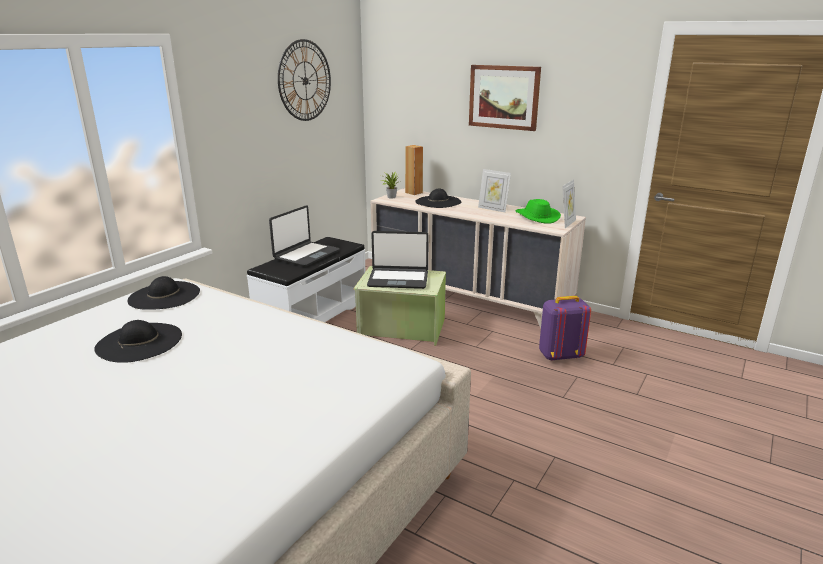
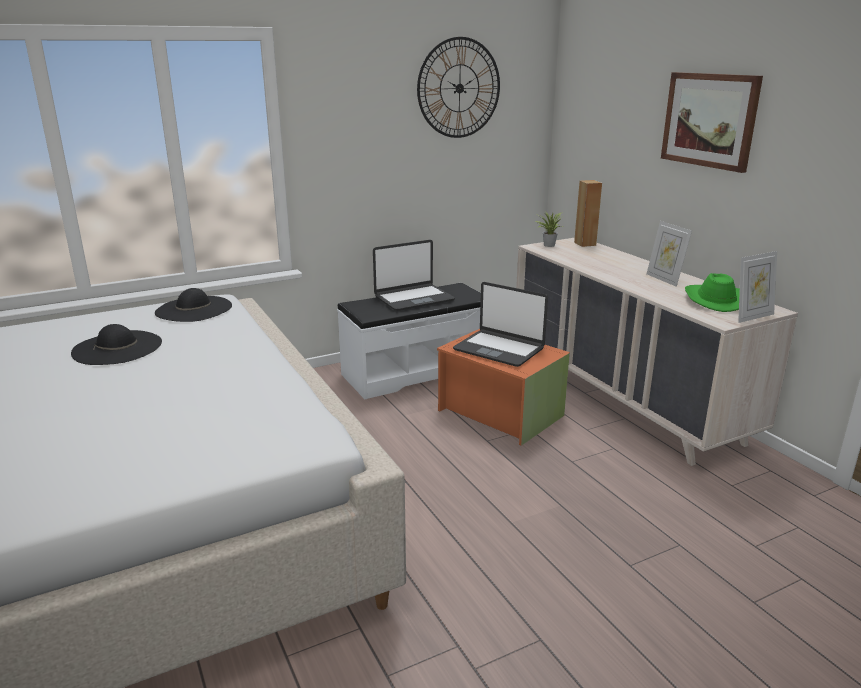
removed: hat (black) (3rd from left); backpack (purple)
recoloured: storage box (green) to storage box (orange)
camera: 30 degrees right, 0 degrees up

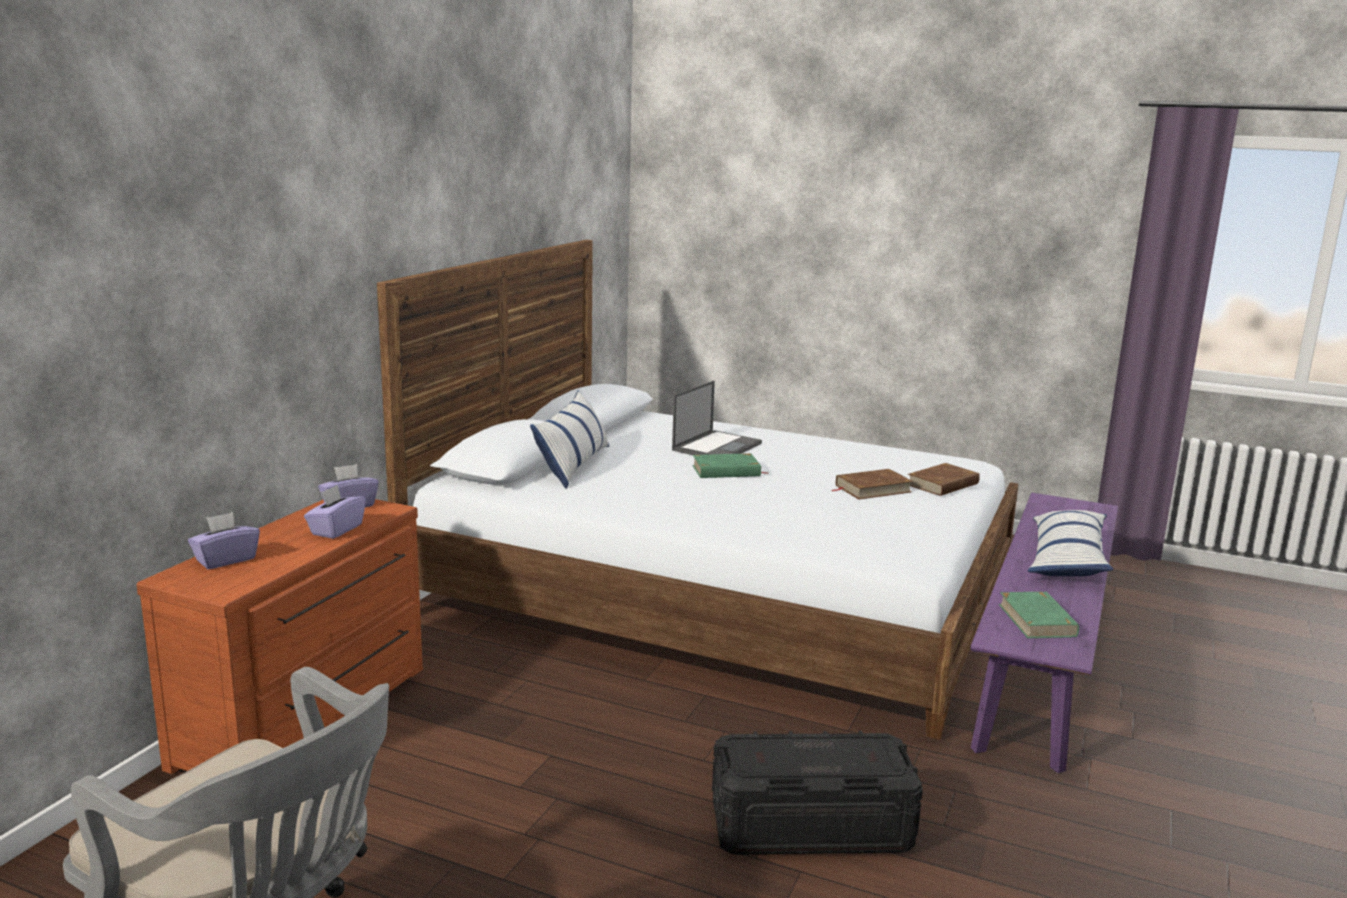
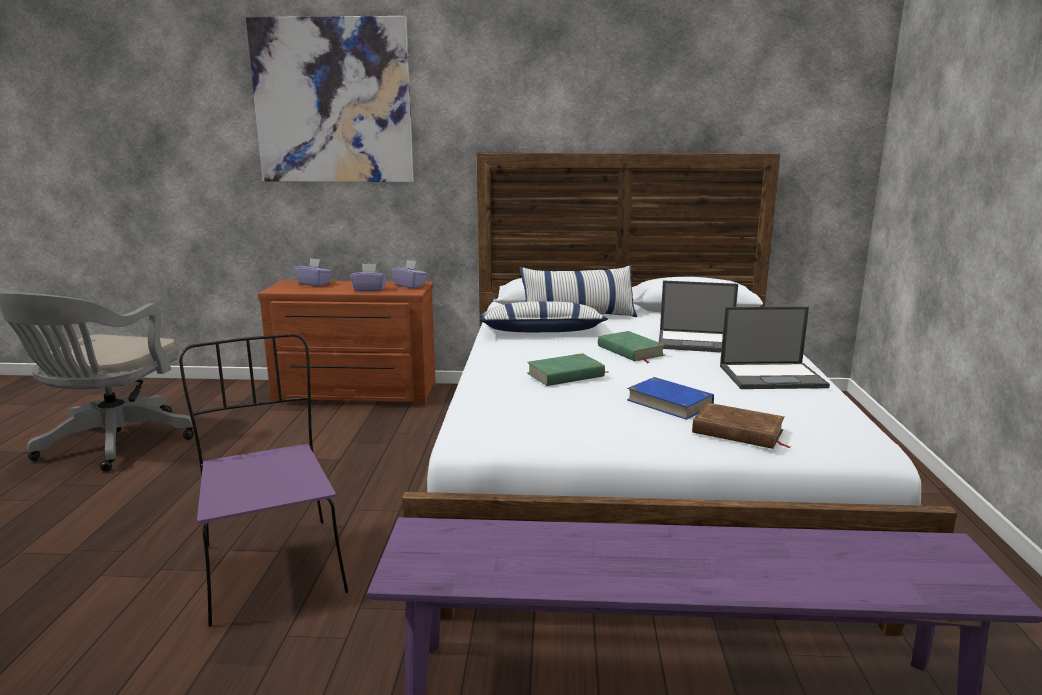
added: picture; laptop (2nd from left)
moved: pillow (2nd from left in the first image) to pillow (1st from left); book (green) (2nd from left in the first image) to book (green) (1st from left)
replaced: storage box (black) to chair (purple)
recoloured: book (brown) (1st from left) to book (blue)
camera: 70 degrees right, 0 degrees up

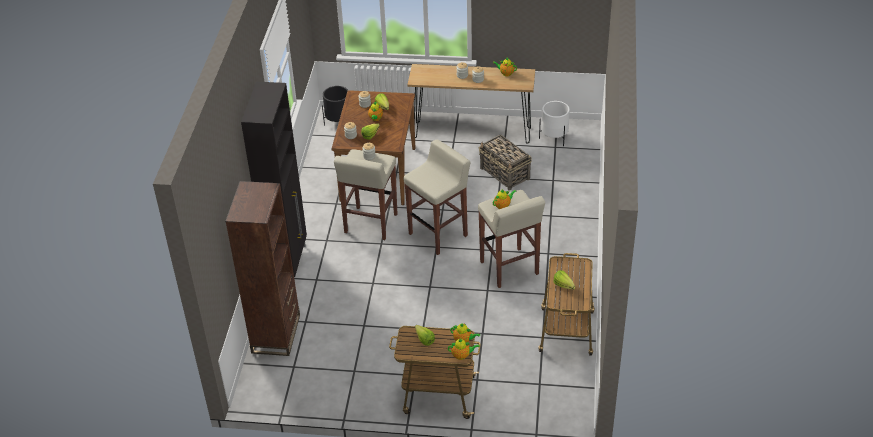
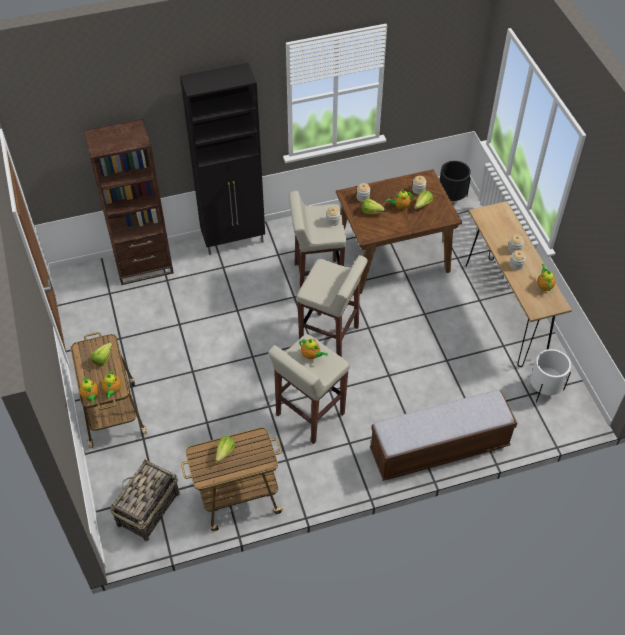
added: bench
moved: basket
camera: 65 degrees right, 10 degrees up

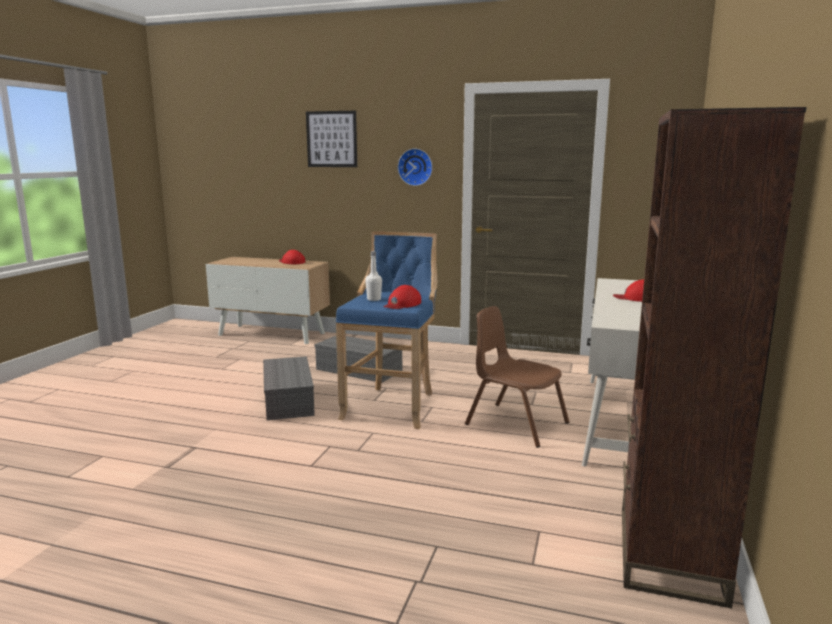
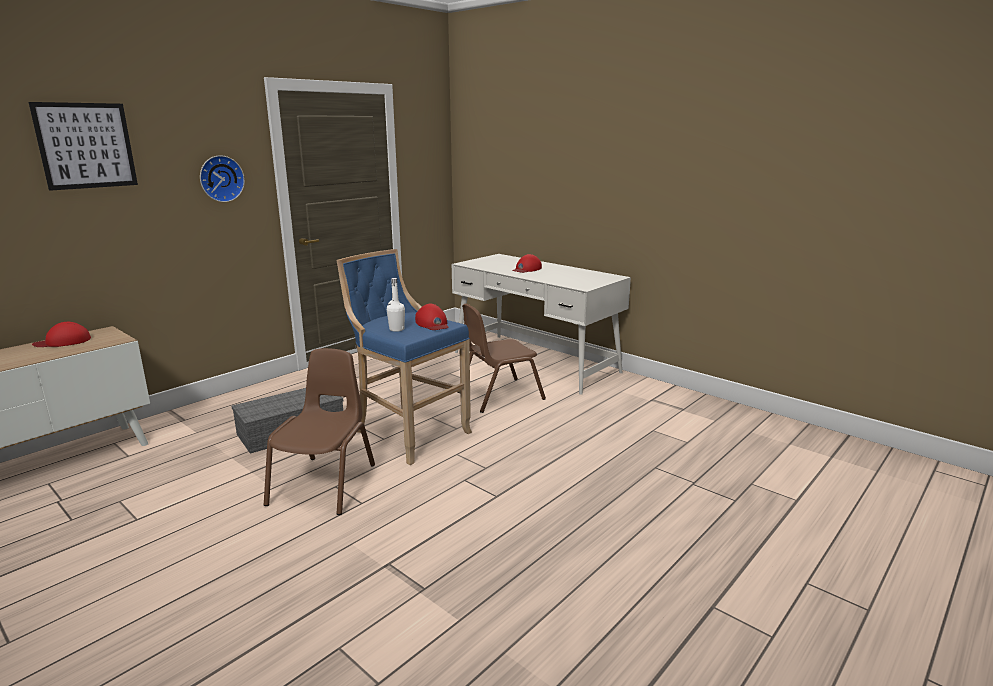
removed: bookcase (brown)
replaced: storage box (grey) (1st from left) to chair (brown) (1st from left)
camera: 65 degrees left, 5 degrees up

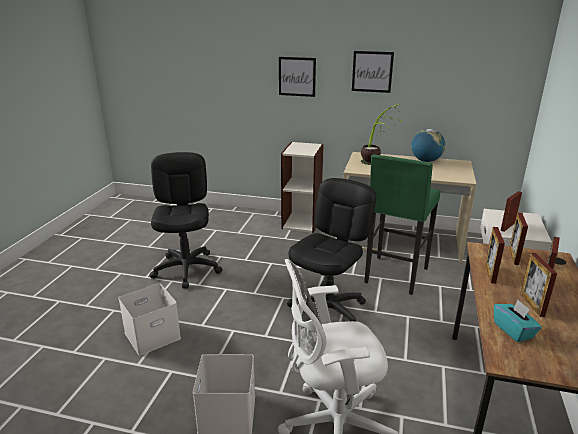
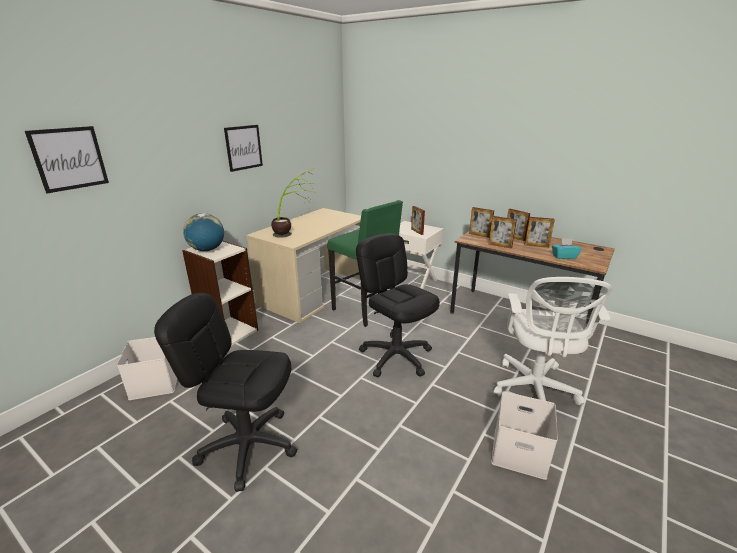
moved: picture (1st from left); storage box (white) (1st from left); globe
camera: 70 degrees left, 0 degrees up

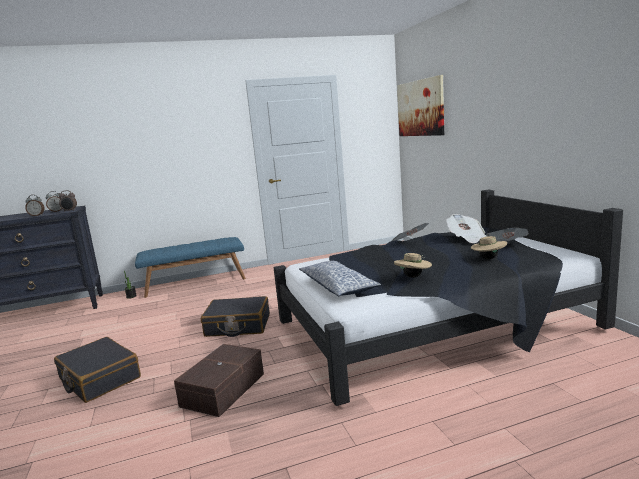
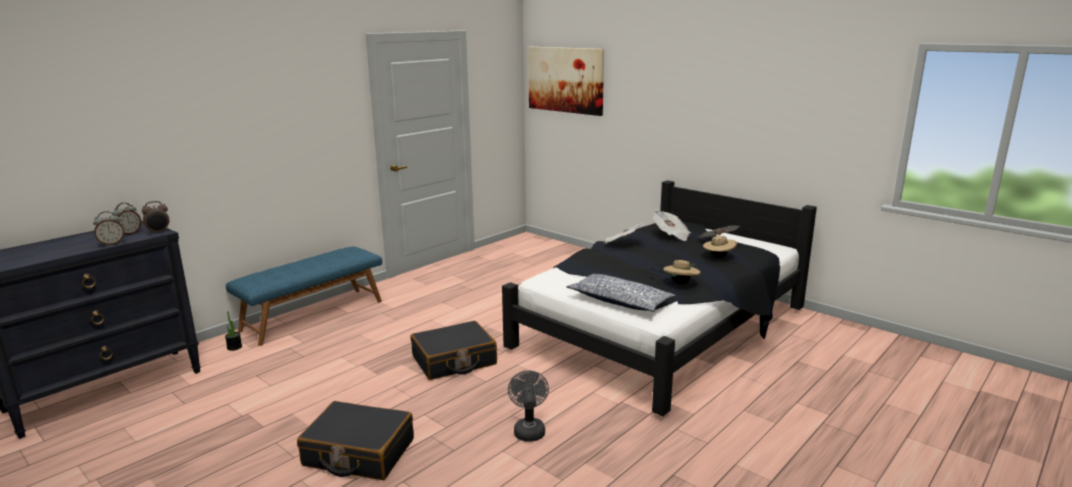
replaced: storage box (brown) to fan (grey)
camera: 30 degrees left, 5 degrees up

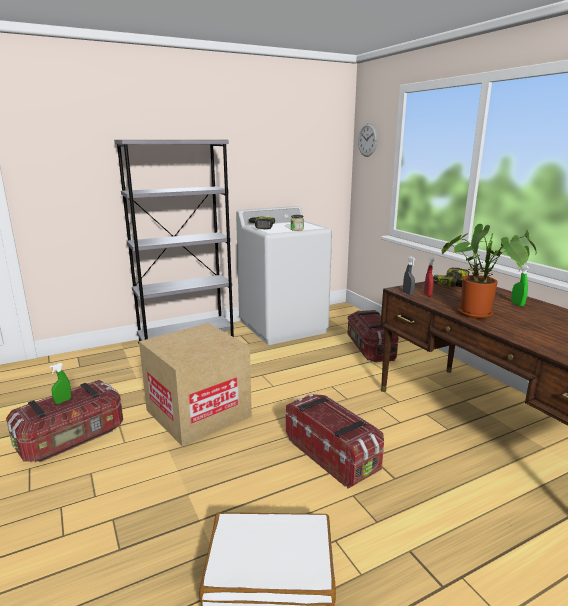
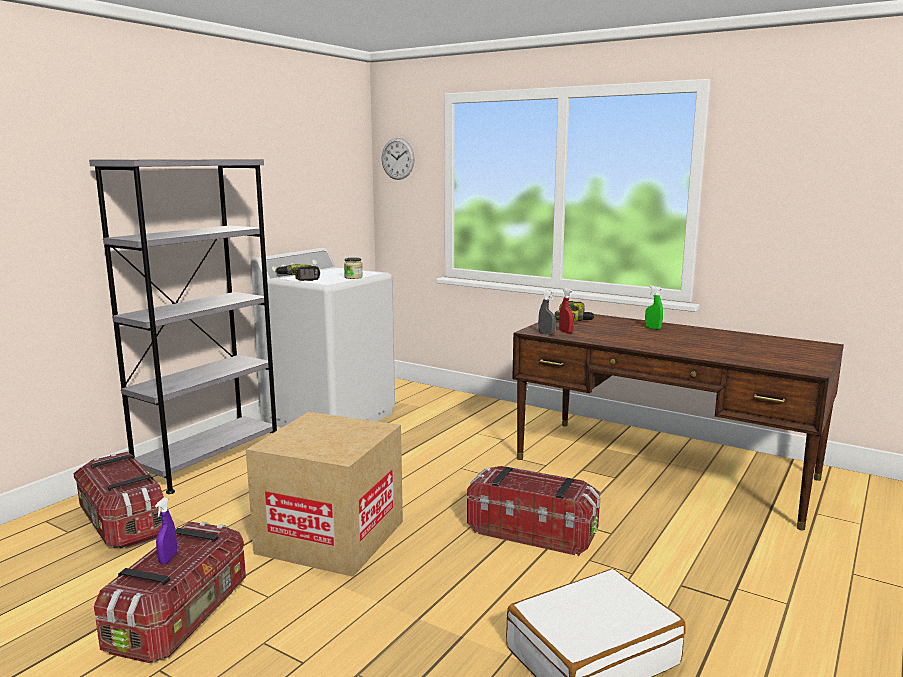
removed: potted plant
moved: storage box (3rd from left in the first image) to storage box (1st from left)
recoloured: spray bottle (green) (1st from left) to spray bottle (purple)
camera: 30 degrees left, 5 degrees down

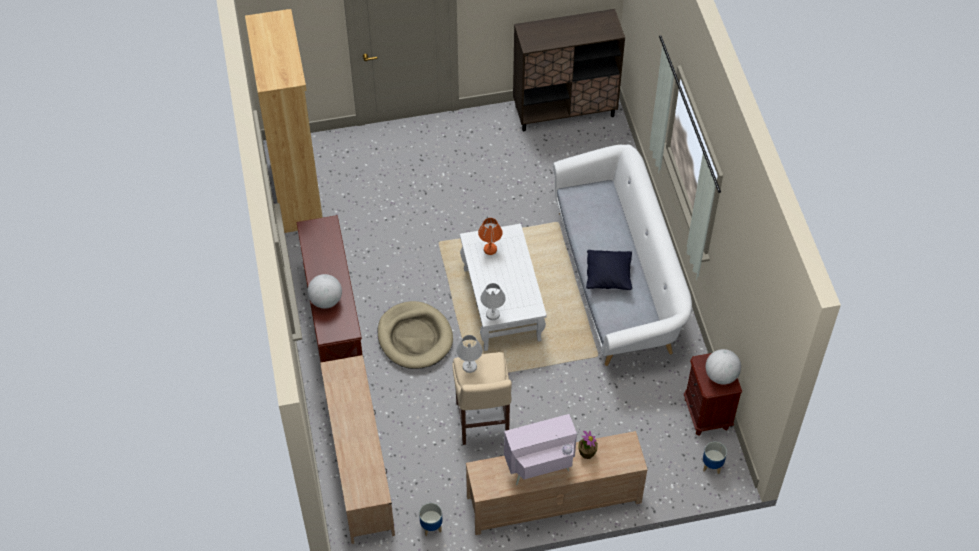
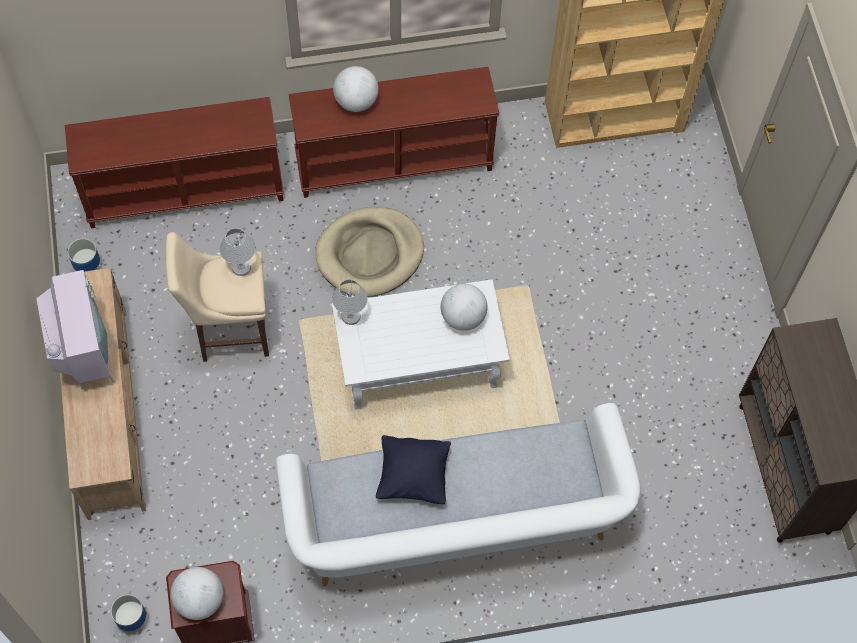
removed: potted plant
replaced: tv stand (beige) (1st from left) to console table (brown) (1st from left); table lamp (orange) to globe (3rd from left)
camera: 90 degrees right, 10 degrees up

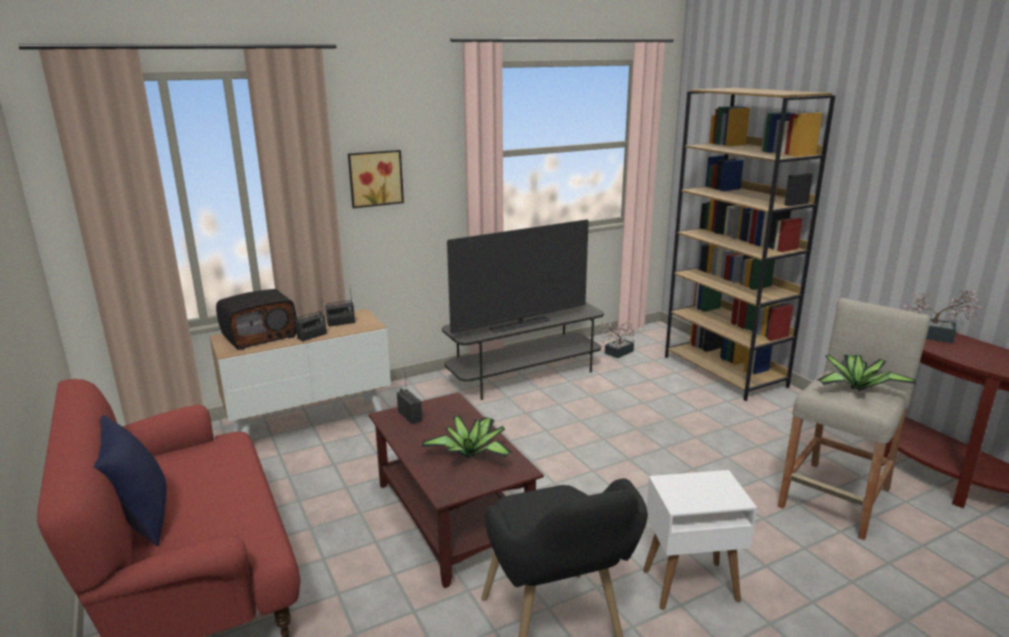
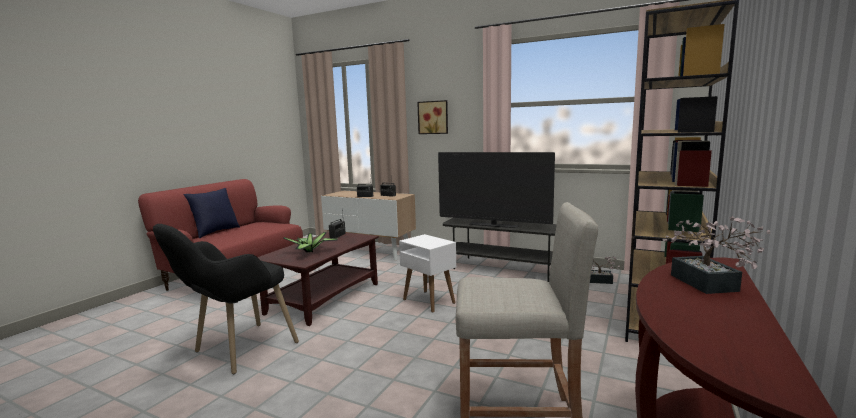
removed: radio (1st from left); potted plant (3rd from left)
moved: side table (white)
camera: 55 degrees right, 10 degrees down

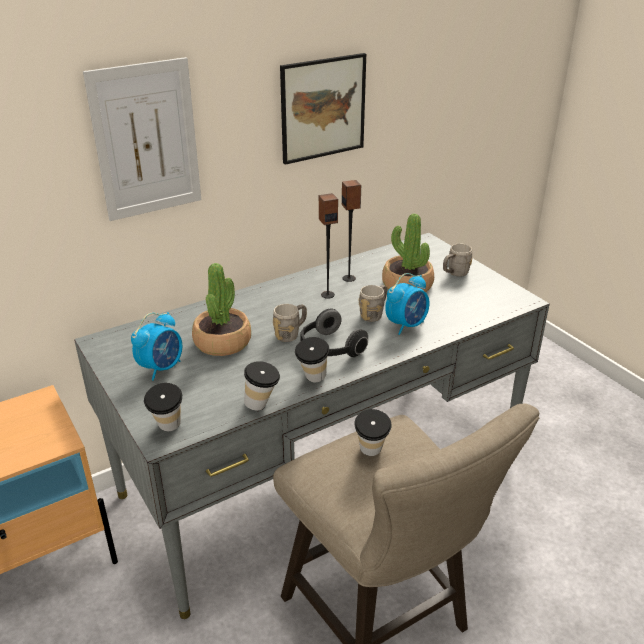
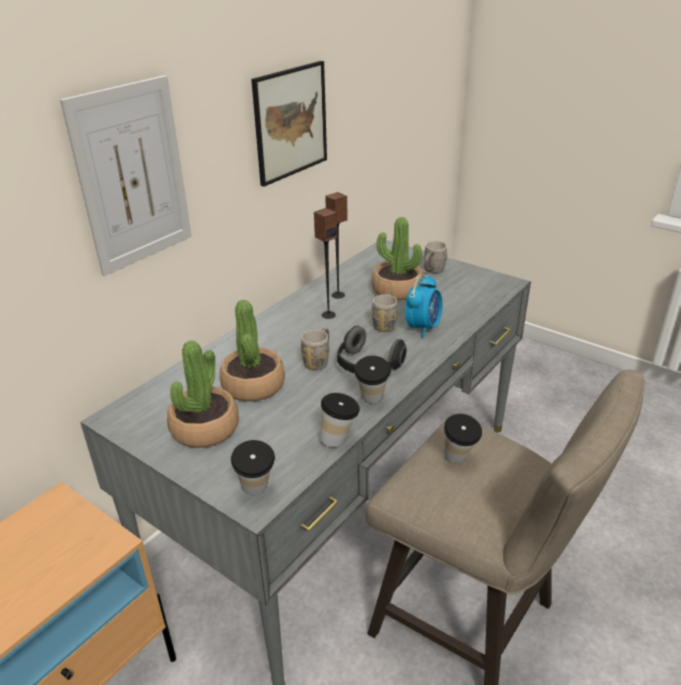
replaced: alarm clock (1st from left) to potted plant (1st from left)
camera: 20 degrees left, 0 degrees up

